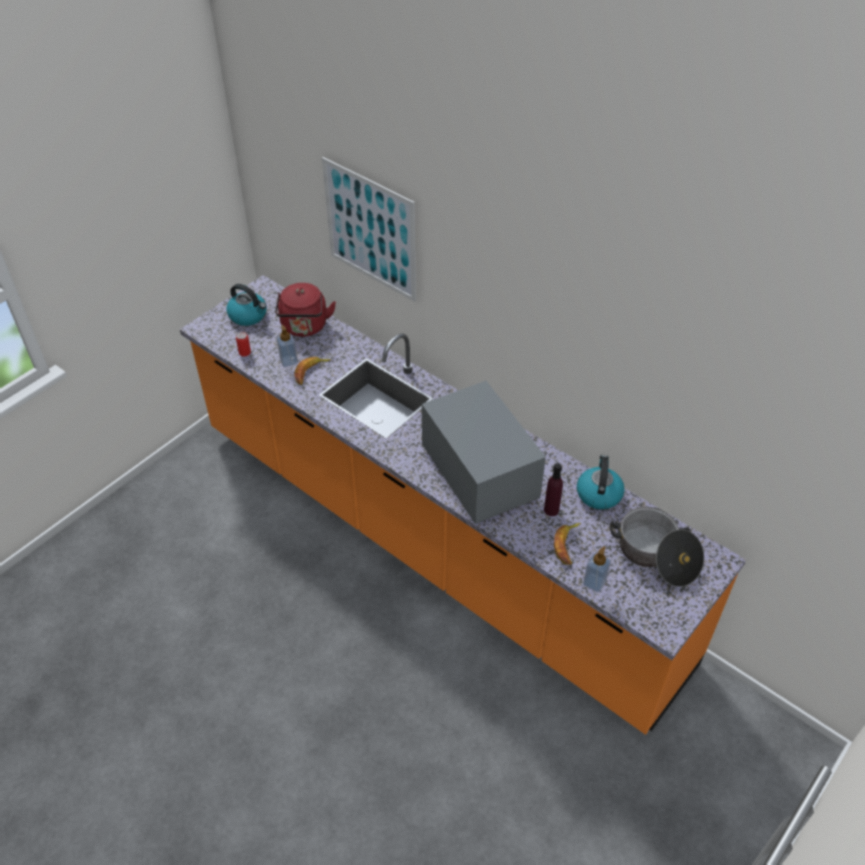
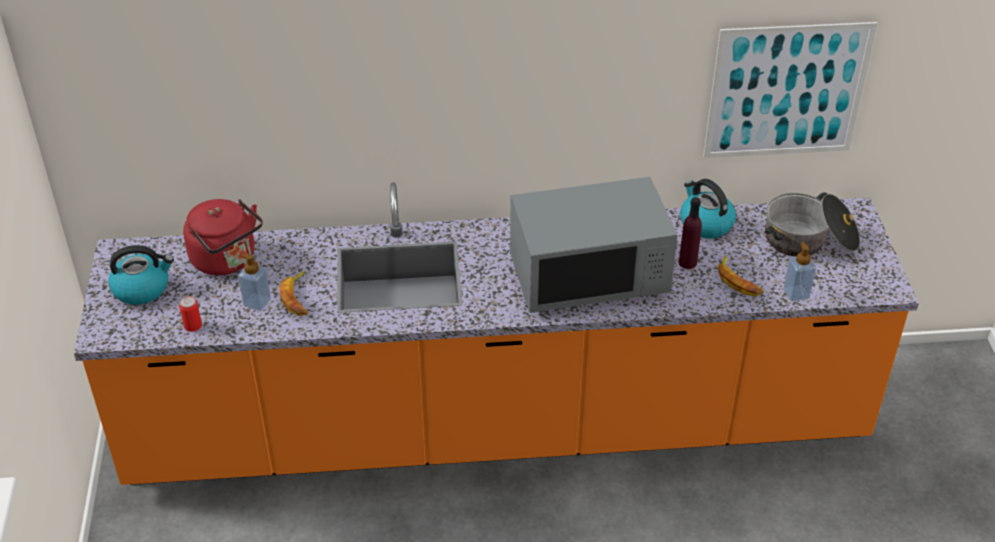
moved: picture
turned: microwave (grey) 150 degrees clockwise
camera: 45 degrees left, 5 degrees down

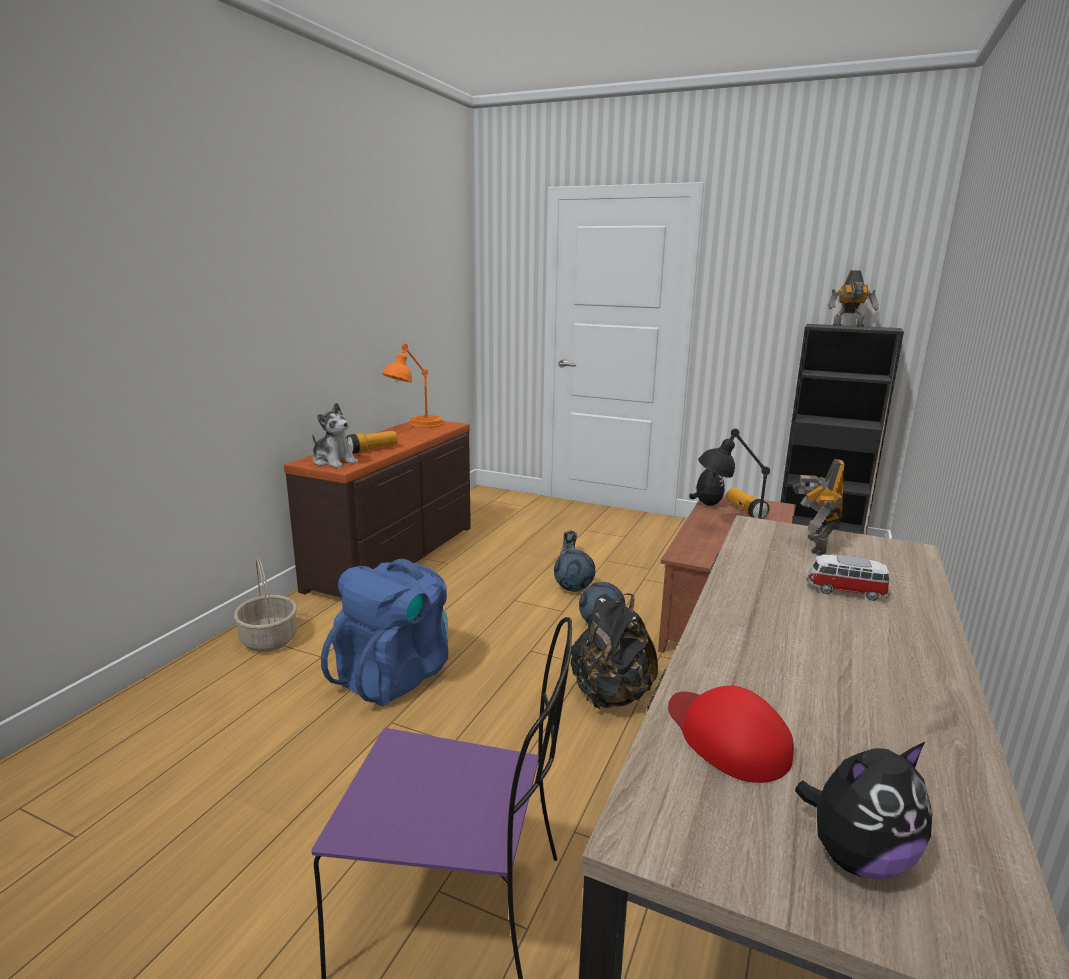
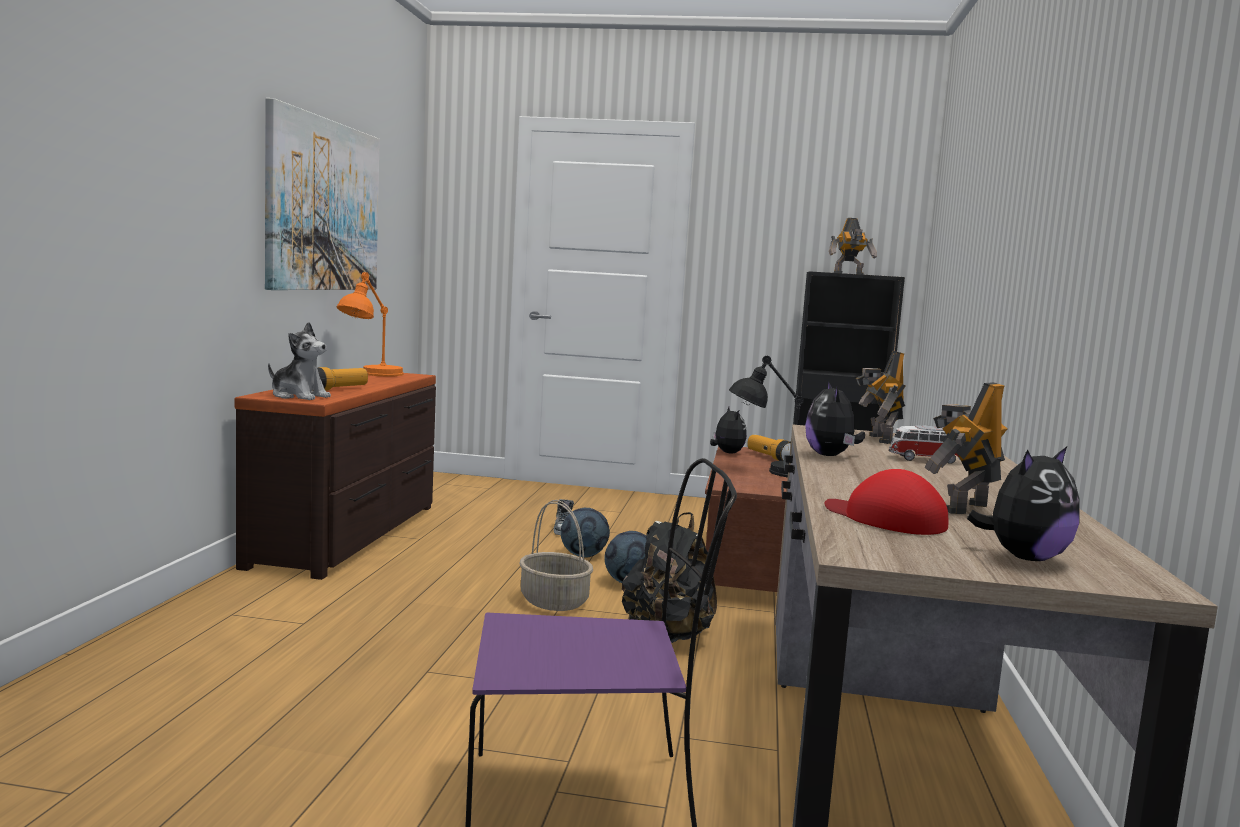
removed: backpack (blue)
added: picture; plush toy (3rd from left); toy robot (3rd from left)
moved: basket
camera: 15 degrees left, 10 degrees down

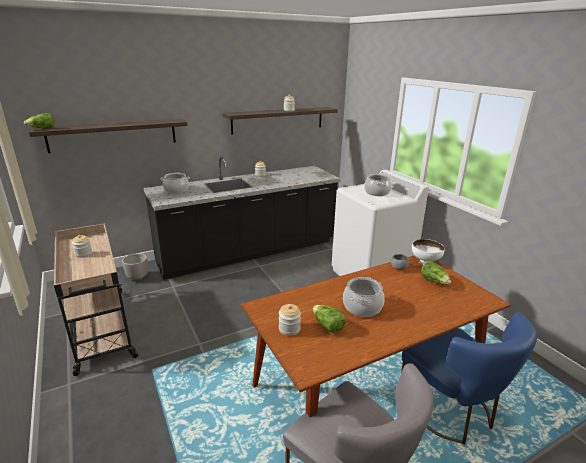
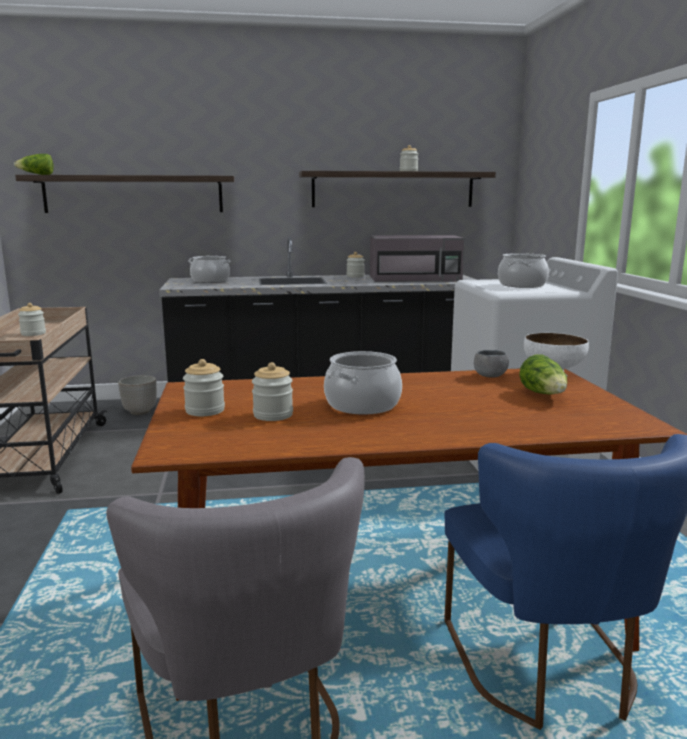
added: microwave (grey)
replaced: lettuce (2nd from left) to jar (3rd from left)
camera: 20 degrees right, 10 degrees down

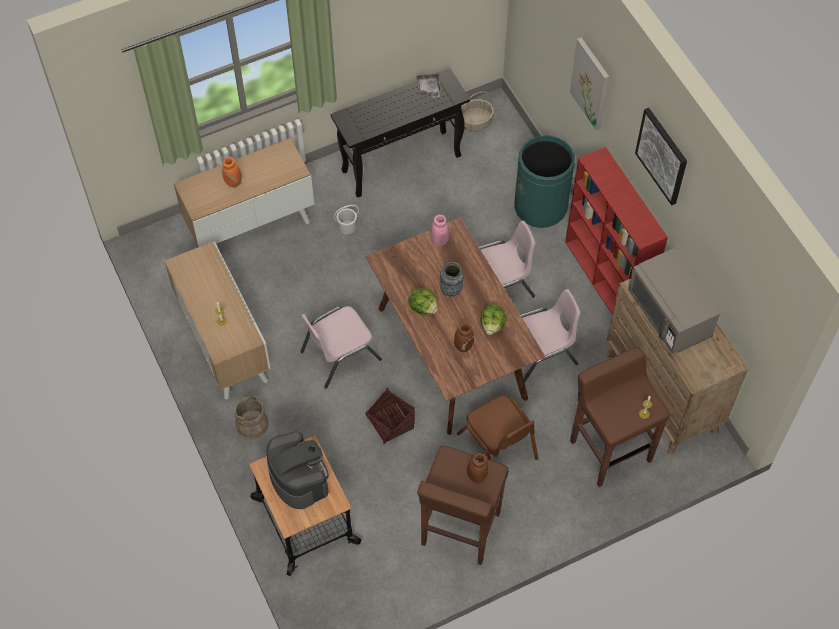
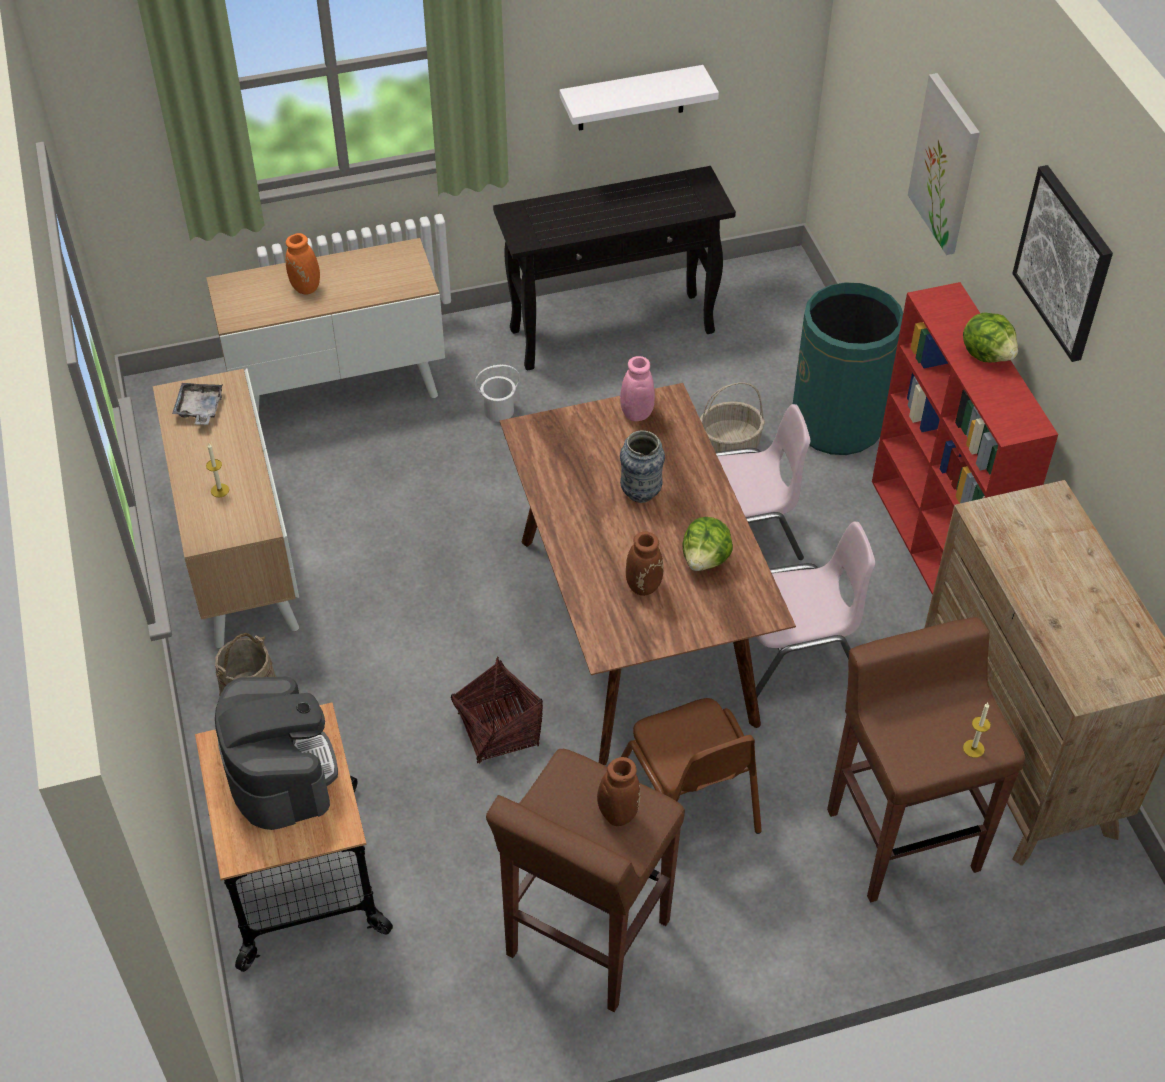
removed: chair (pink) (1st from left); microwave (grey)
added: shelf (white)
moved: tray (grey); basket (2nd from left); lettuce (1st from left in the first image) to lettuce (2nd from left)
camera: 10 degrees right, 10 degrees down

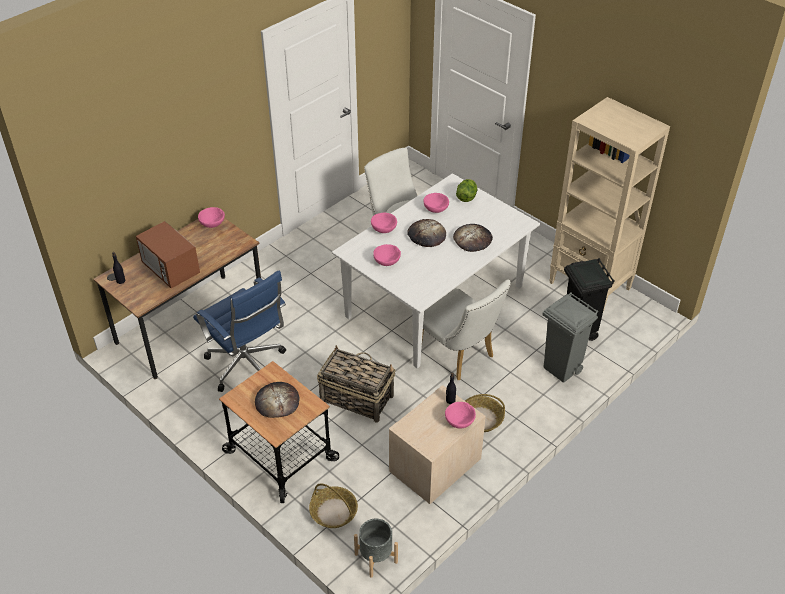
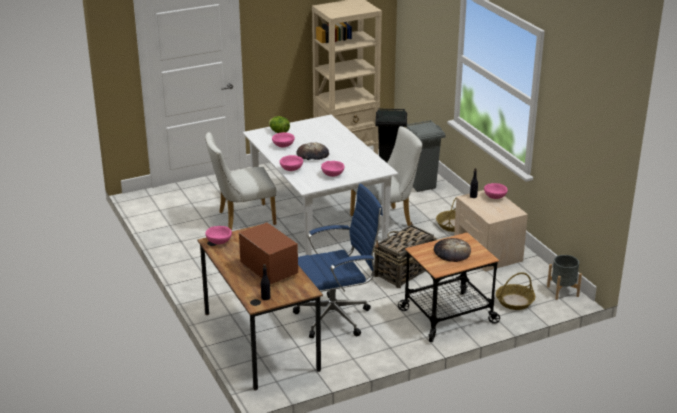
removed: bread (3rd from left)
turned: microwave 105 degrees counterclockwise
camera: 70 degrees left, 15 degrees down

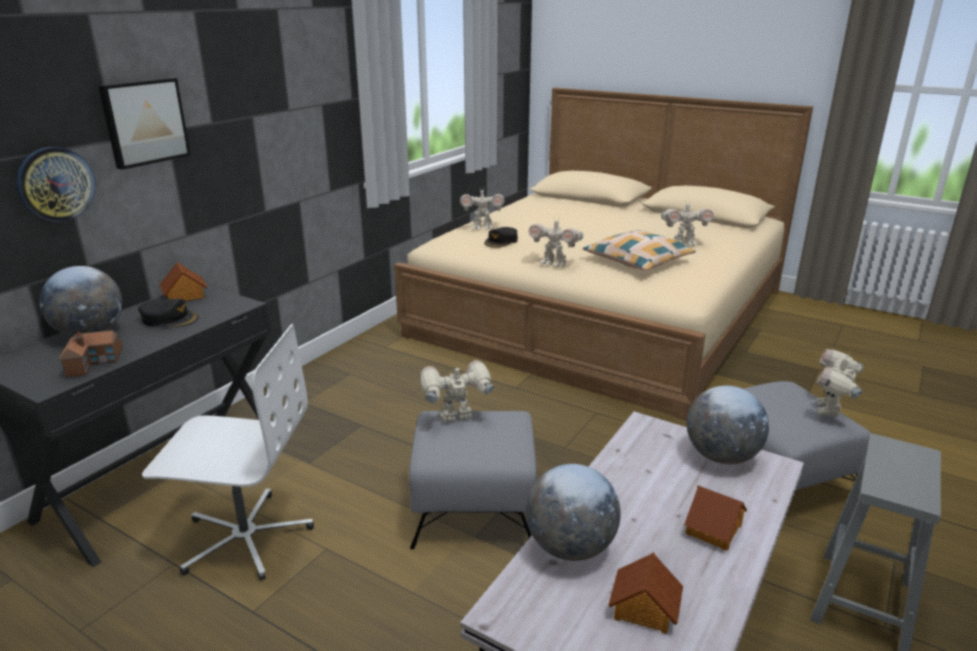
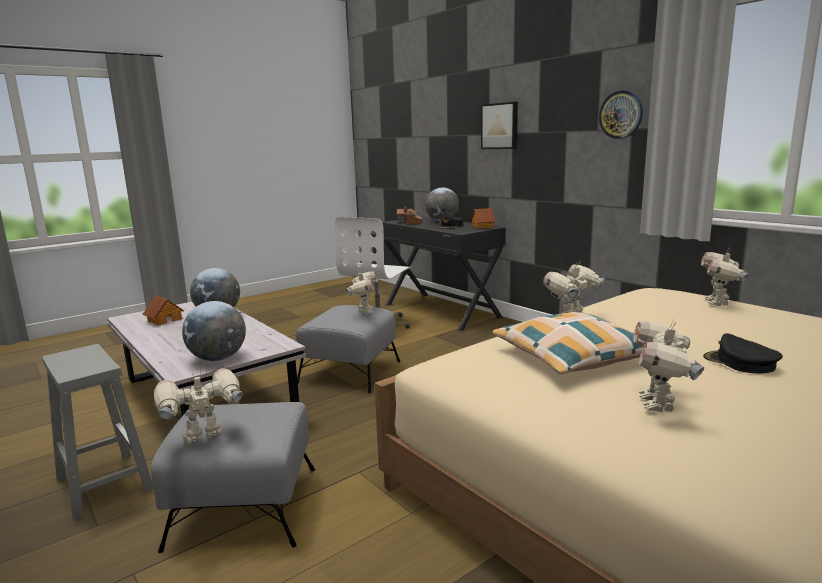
removed: toy house (4th from left)
moved: wall clock; cap (black) (2nd from left)
turned: toy robot (5th from left in the first image) 75 degrees counterclockwise
camera: 110 degrees right, 10 degrees down

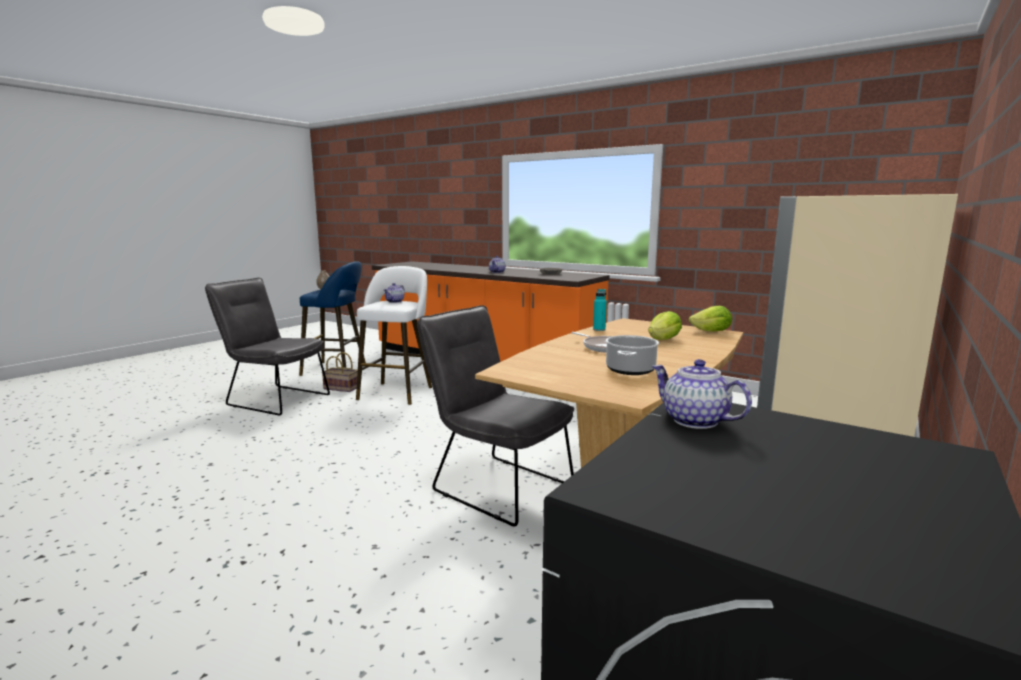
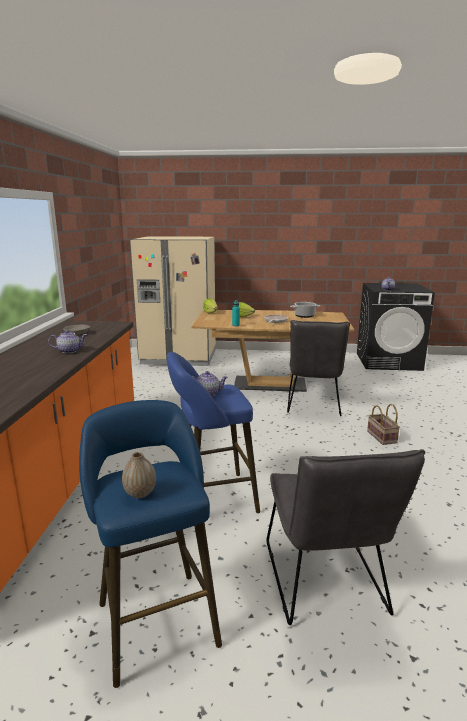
moved: basket
recoloured: stool (white) to stool (blue) (2nd from left)
camera: 120 degrees left, 5 degrees up

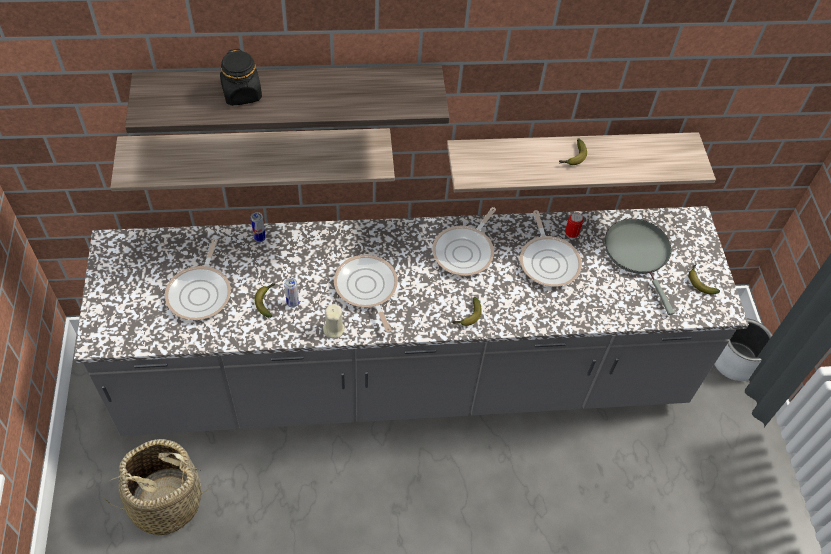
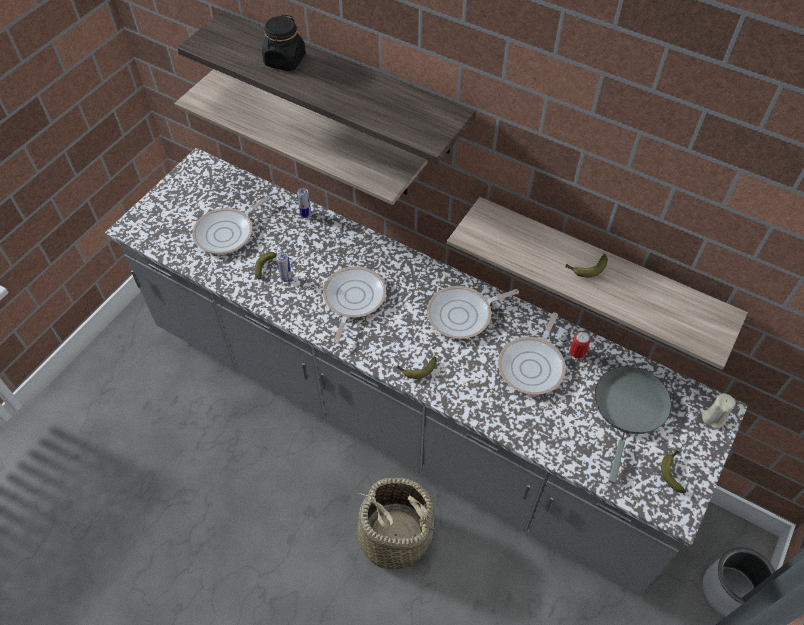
moved: basket; candle (beige)
camera: 40 degrees right, 0 degrees up

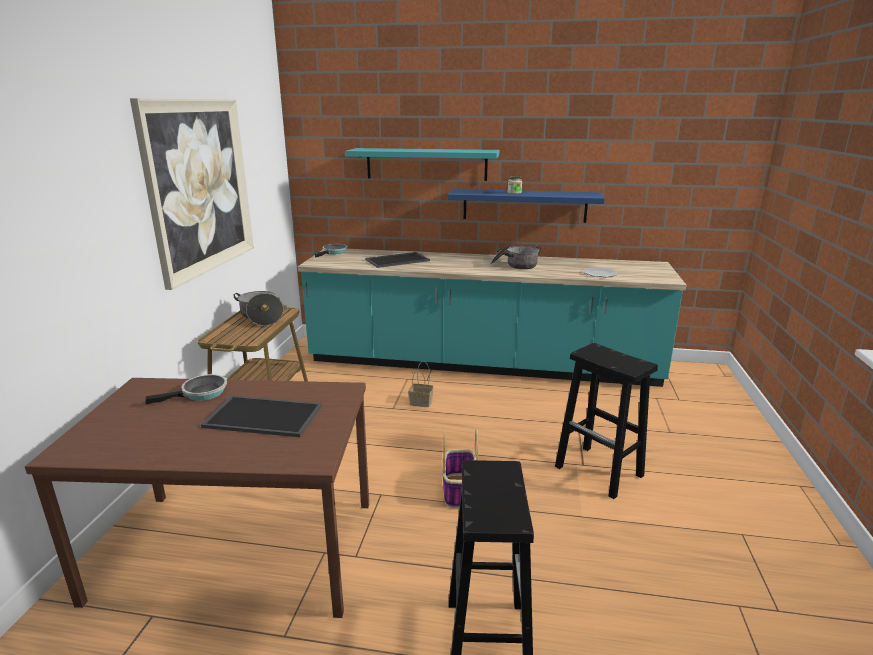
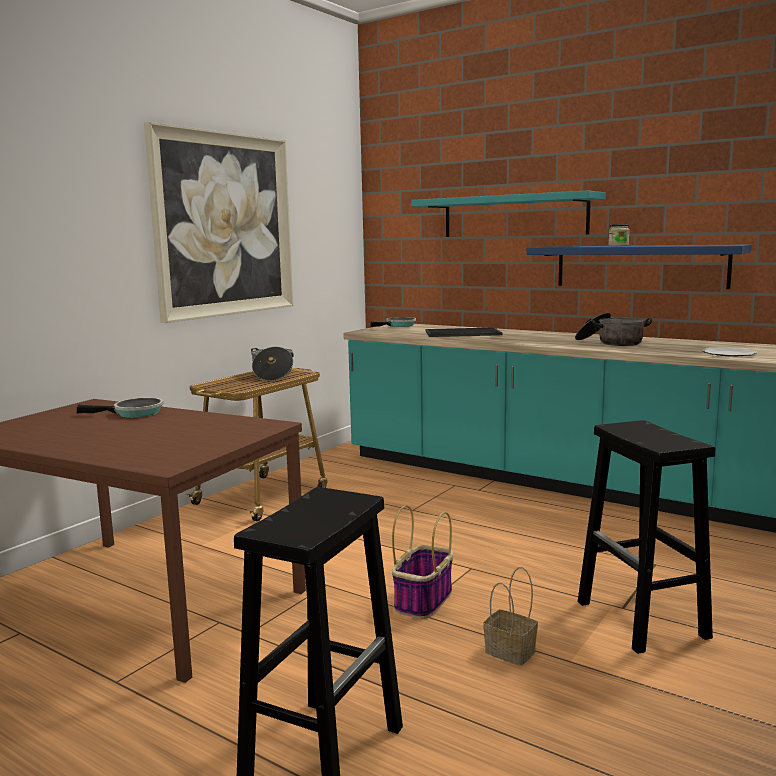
removed: tray (1st from left)
moved: basket (1st from left in the first image) to basket (2nd from left)
camera: 25 degrees right, 10 degrees down

